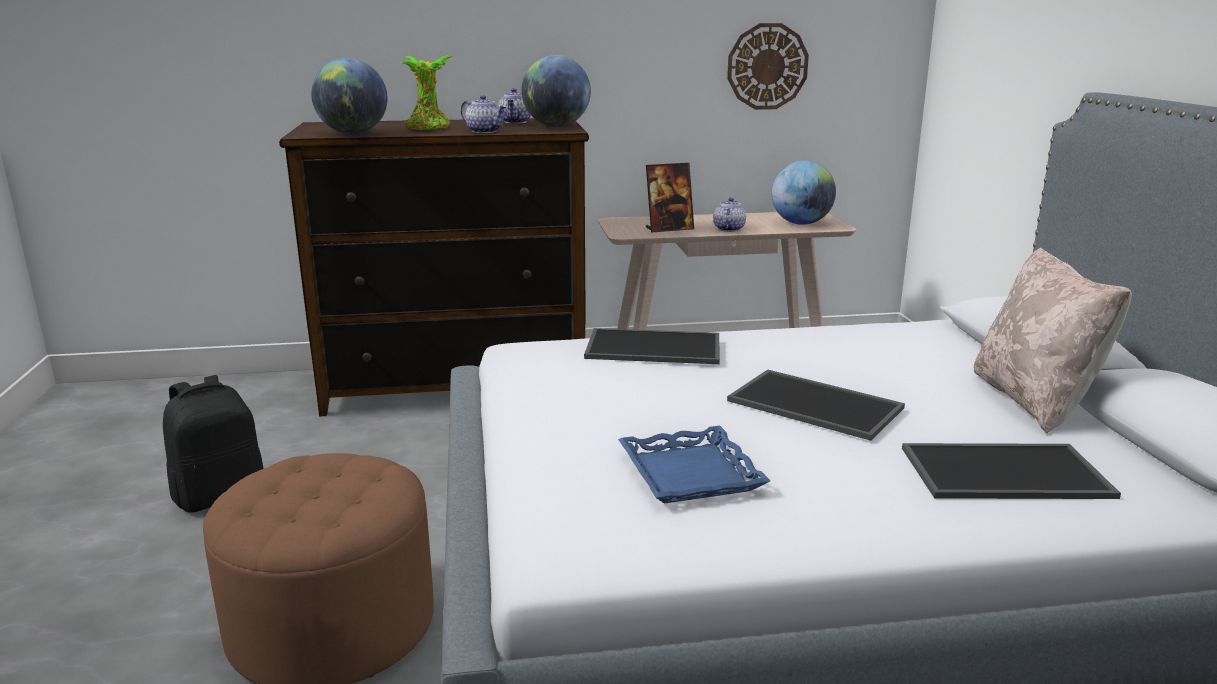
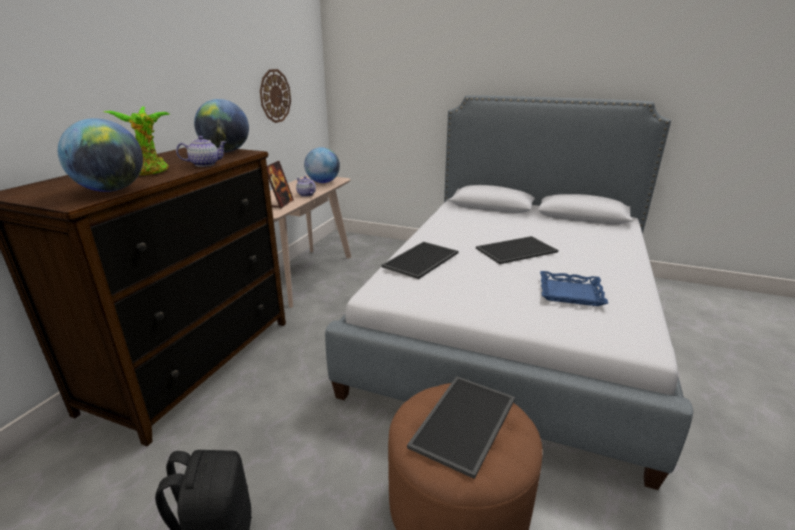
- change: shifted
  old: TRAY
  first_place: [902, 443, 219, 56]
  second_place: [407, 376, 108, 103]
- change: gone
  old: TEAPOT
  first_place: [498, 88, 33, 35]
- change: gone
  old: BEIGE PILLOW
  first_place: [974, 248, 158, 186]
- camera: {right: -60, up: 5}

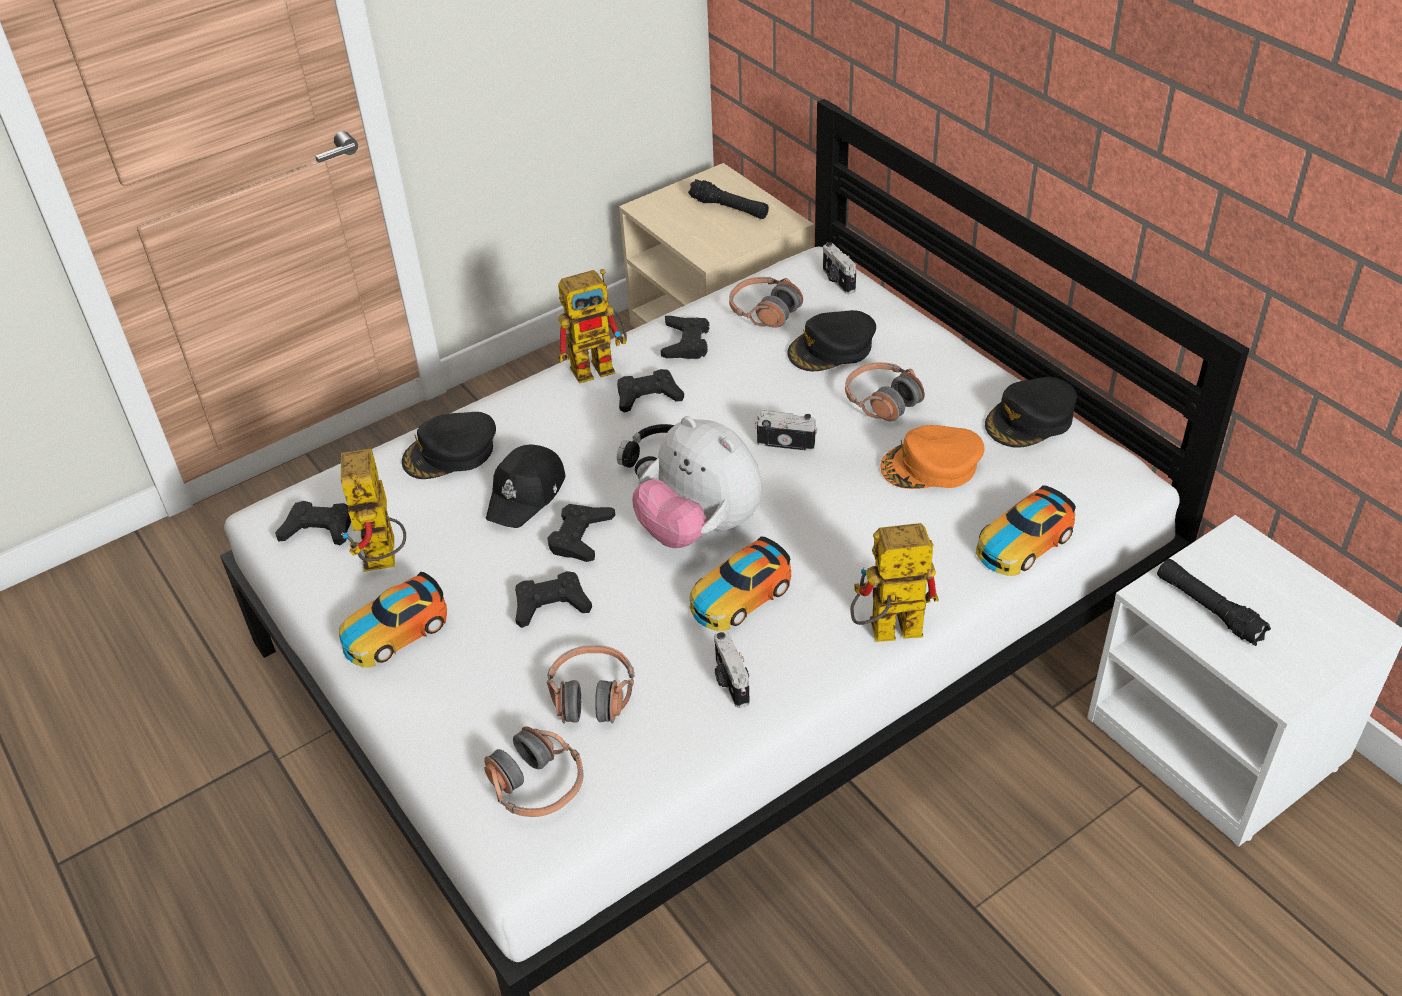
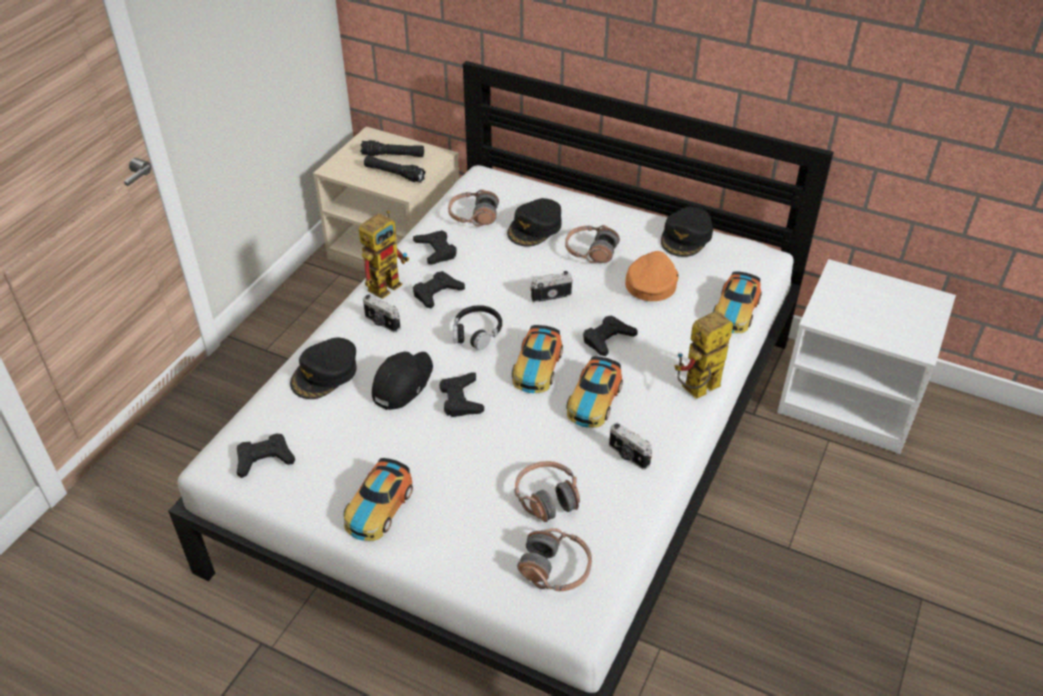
- change: shifted
  old: PHOTO CAMERA
  first_place: [823, 242, 33, 52]
  second_place: [363, 295, 38, 38]
- change: shifted
  old: BLACK FLASHLIGHT
  first_place: [1157, 559, 114, 87]
  second_place: [364, 156, 62, 27]
- change: rotated
  old: BLACK CAP
  first_place: [486, 445, 79, 83]
  second_place: [372, 352, 61, 58]
  degrees: -150
- change: swapped
  old: PLUSH TOY
  new: TOY CAR
  first_place: [632, 416, 130, 132]
  second_place: [512, 325, 51, 68]
- change: shifted
  old: BLACK GAME CONTROLLER
  first_place: [515, 571, 77, 57]
  second_place: [583, 315, 55, 41]
- change: rotated
  old: ORANGE CAP
  first_place: [880, 425, 105, 64]
  second_place: [625, 251, 54, 50]
  degrees: 150
- change: gone
  old: TOY ROBOT
  first_place: [341, 449, 65, 123]
- camera: {right: -30, up: 0}

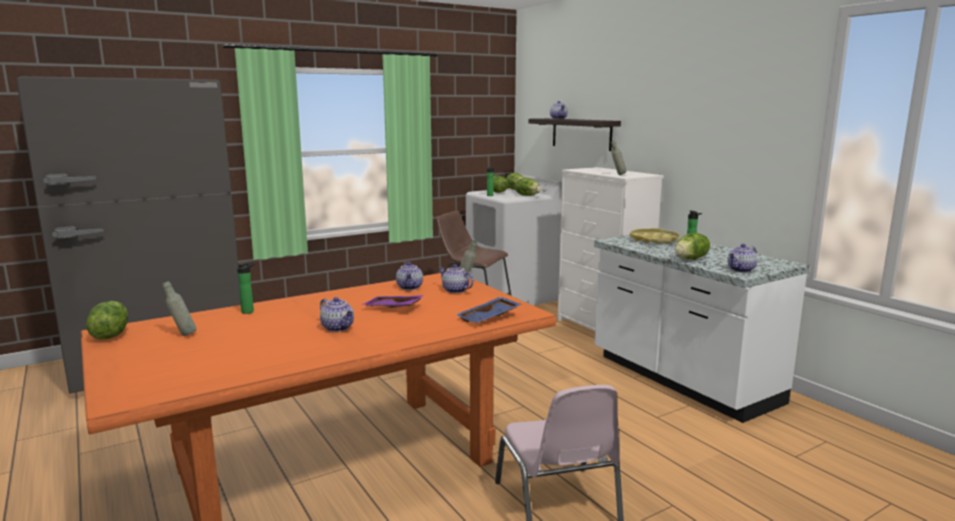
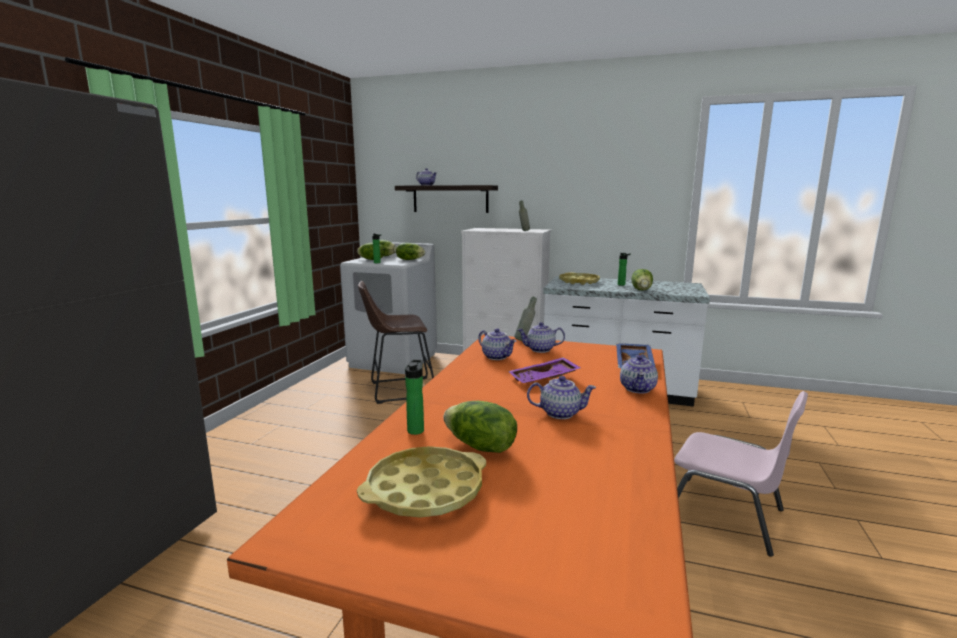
- change: swapped
  old: GREY BOTTLE
  new: YELLOW TRAY
  first_place: [162, 281, 34, 55]
  second_place: [357, 446, 129, 72]
- change: shifted
  old: LETTUCE
  first_place: [86, 301, 42, 38]
  second_place: [443, 401, 74, 52]
- change: shifted
  old: TEAPOT
  first_place: [727, 244, 30, 28]
  second_place: [620, 355, 38, 38]
- camera: {right: -40, up: 0}

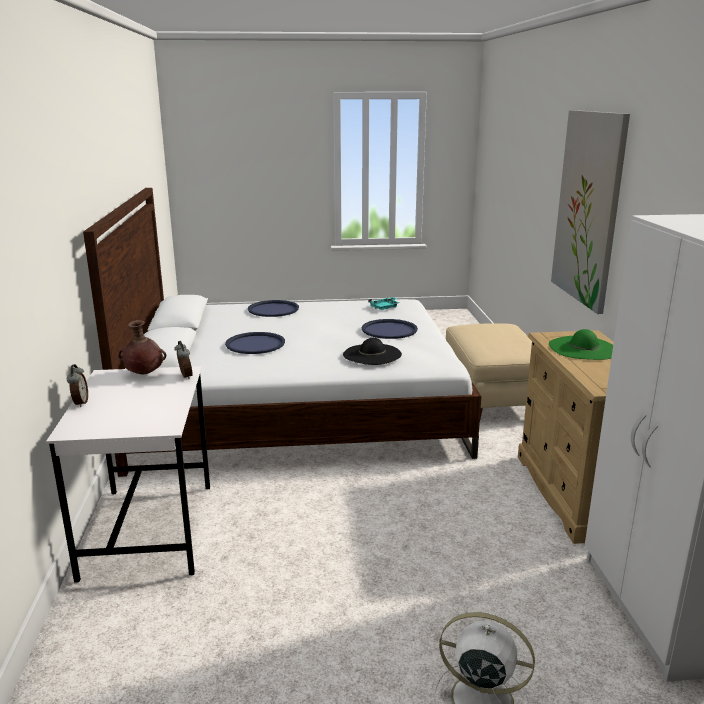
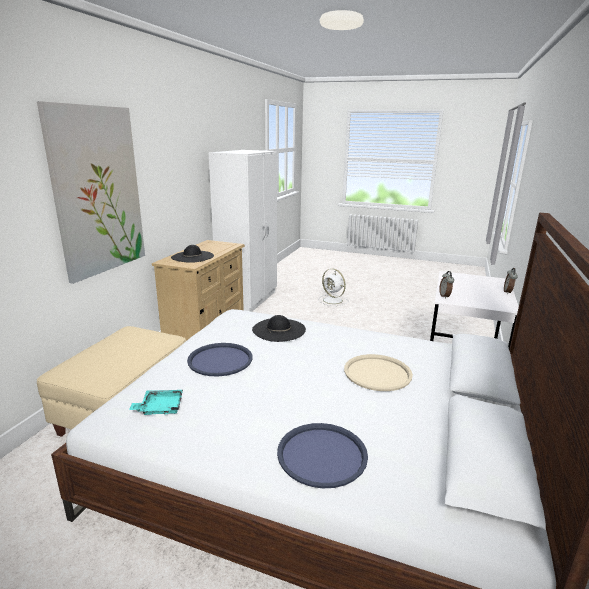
- change: repainted
  old: GREEN HAT
  new: BLACK HAT
  first_place: [549, 329, 64, 31]
  second_place: [171, 245, 43, 18]
- change: repainted
  old: BLUE TRAY
  new: BEIGE TRAY
  first_place: [225, 332, 60, 22]
  second_place: [344, 354, 69, 37]
- change: gone
  old: BROWN VASE
  first_place: [119, 320, 47, 54]
- camera: {right: -155, up: 0}

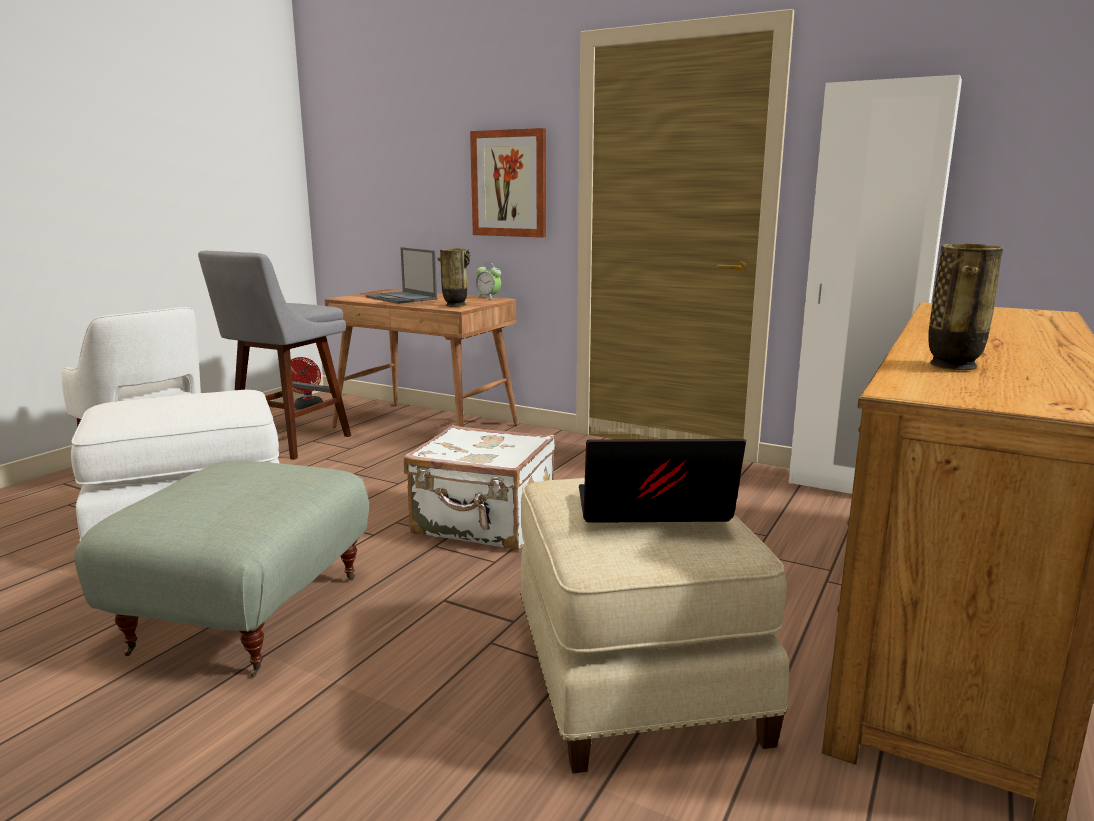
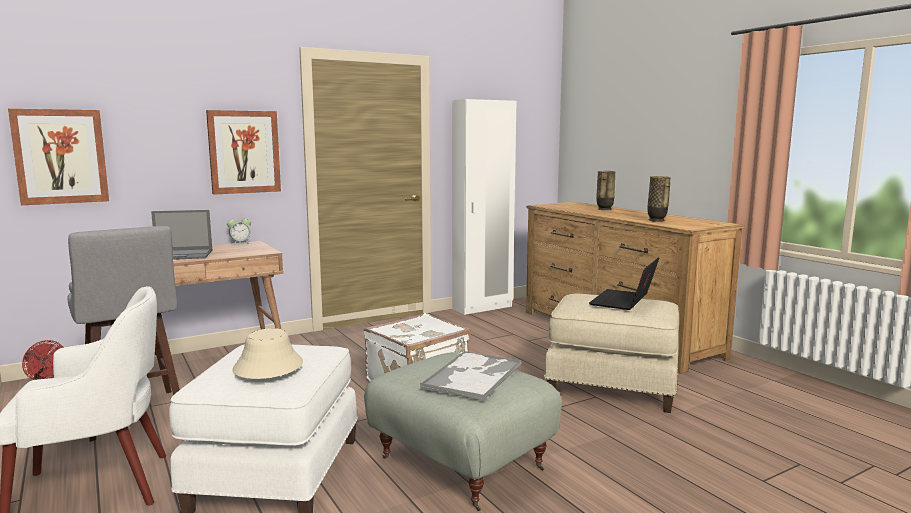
- change: new
  new: PICTURE
  second_place: [8, 109, 101, 96]
- change: new
  new: BEIGE HAT
  second_place: [233, 328, 70, 51]
- change: new
  new: TRAY
  second_place: [420, 351, 101, 50]
- change: shifted
  old: VASE
  first_place: [438, 248, 32, 59]
  second_place: [596, 171, 19, 39]
- camera: {right: -60, up: -5}

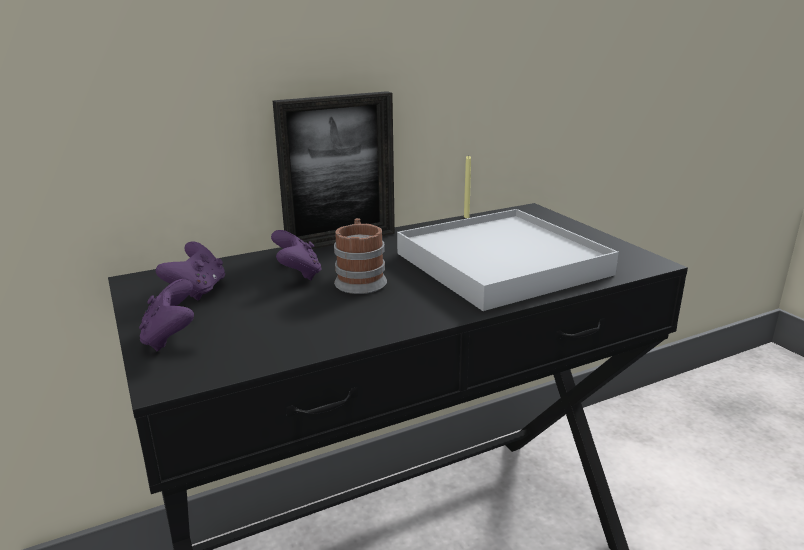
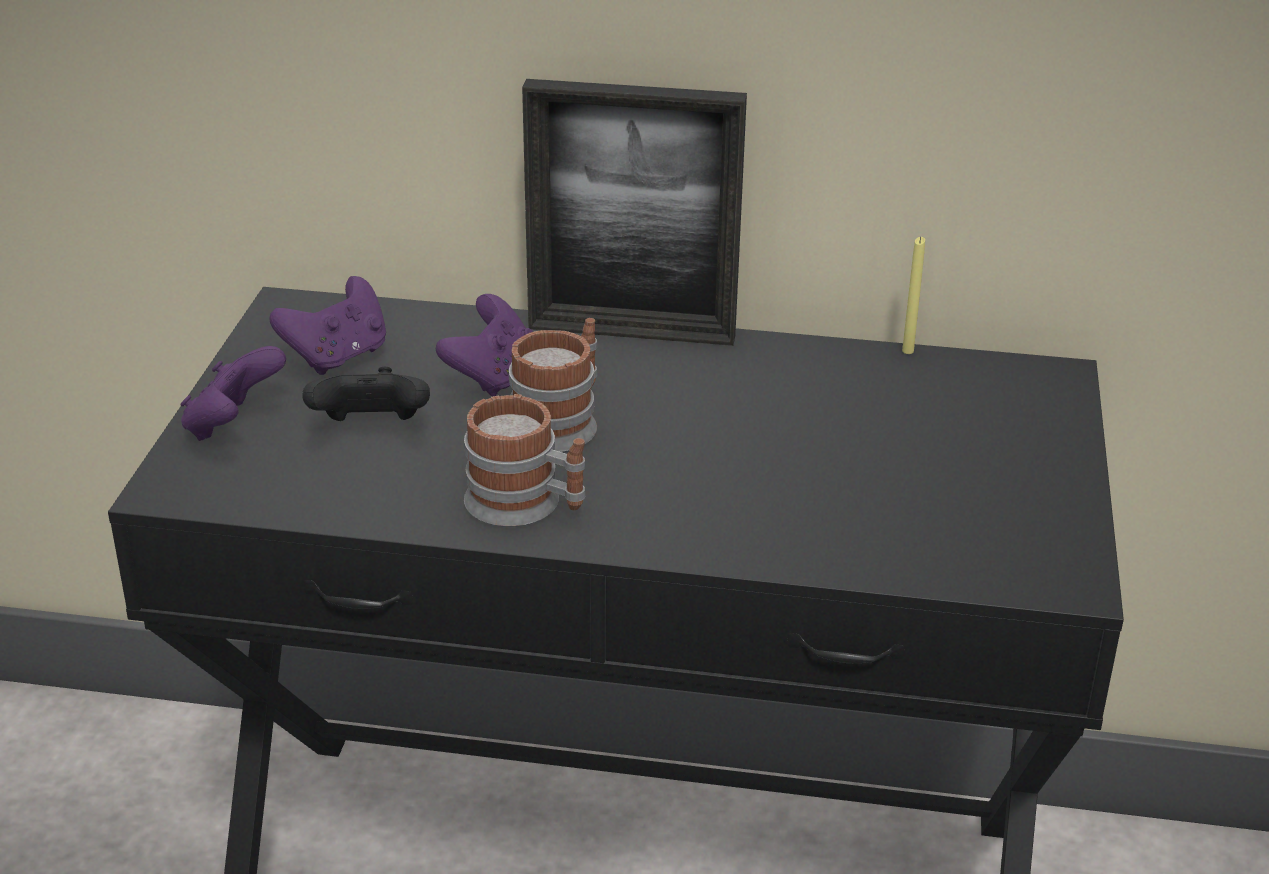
- change: new
  new: BLACK GAME CONTROLLER
  second_place: [303, 367, 127, 54]
- change: new
  new: MUG
  second_place: [464, 394, 121, 133]
- change: gone
  old: WHITE TRAY
  first_place: [397, 209, 222, 102]
- camera: {right: 35, up: 10}

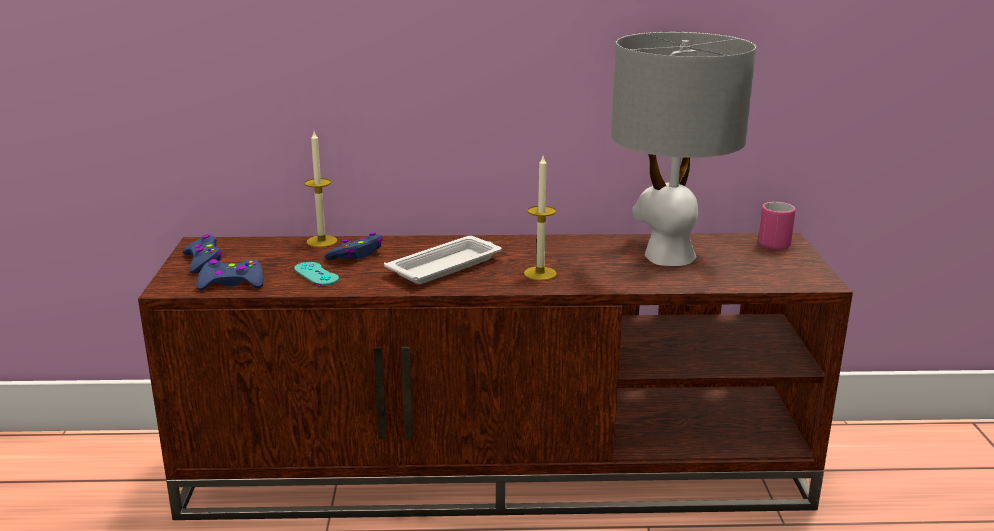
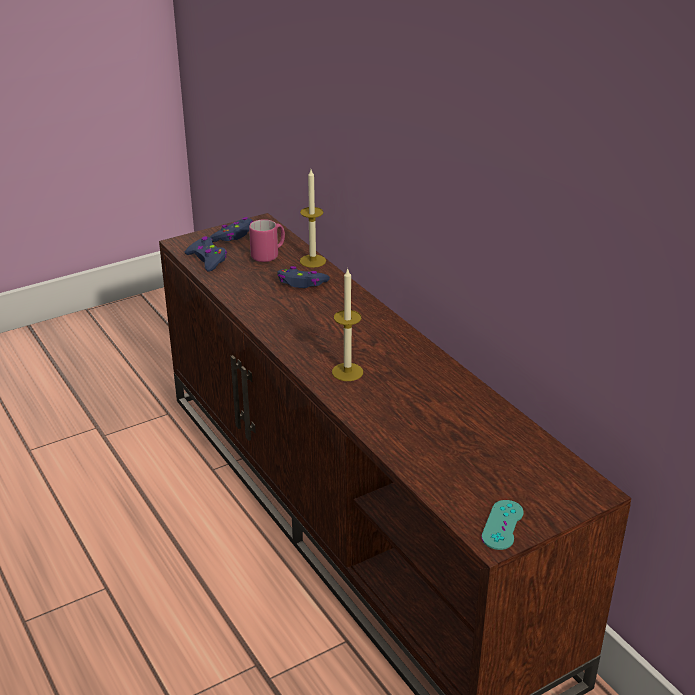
- change: shifted
  old: PINK MUG
  first_place: [758, 202, 38, 48]
  second_place: [249, 219, 36, 43]
- change: shifted
  old: TURQUOISE GAME CONTROLLER
  first_place: [294, 262, 45, 24]
  second_place: [481, 500, 43, 50]
- change: gone
  old: WHITE TRAY
  first_place: [384, 236, 118, 48]
- change: gone
  old: GREY TABLE LAMP
  first_place: [611, 32, 145, 234]
- camera: {right: 60, up: 10}

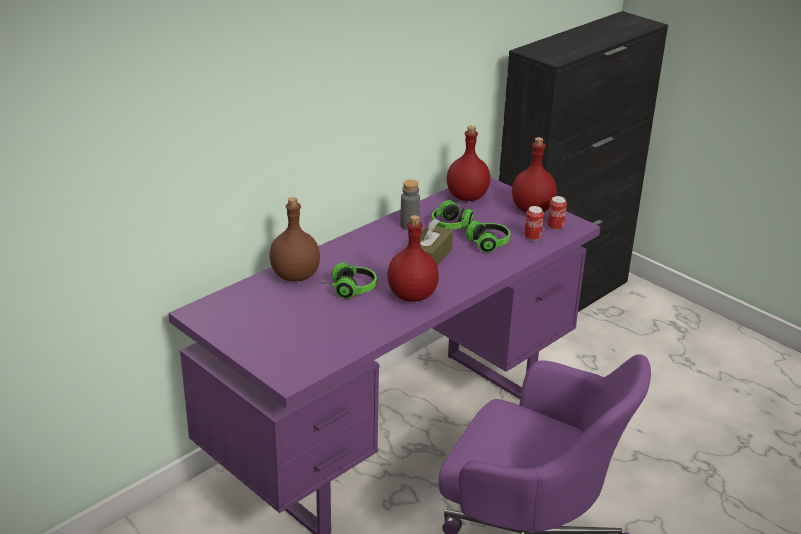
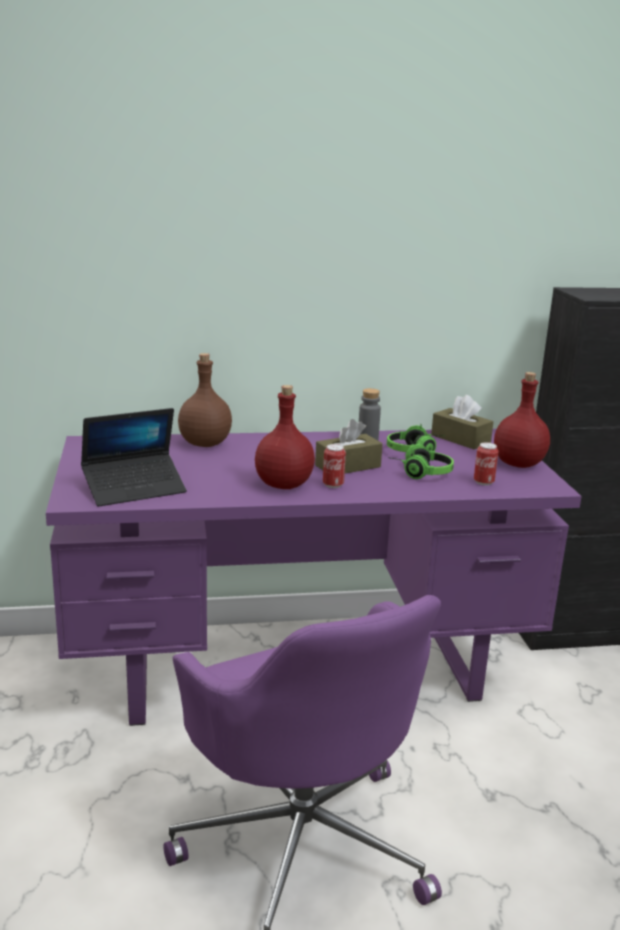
- change: new
  new: LAPTOP
  second_place: [81, 408, 106, 98]
- change: shifted
  old: CAN
  first_place: [547, 196, 20, 34]
  second_place: [323, 444, 23, 44]
- change: swapped
  old: RED BOTTLE
  new: BROWN TISSUE BOX
  first_place: [447, 126, 43, 75]
  second_place: [431, 395, 62, 54]
- change: gone
  old: HEADPHONES
  first_place: [318, 263, 59, 36]
- camera: {right: 35, up: -10}

